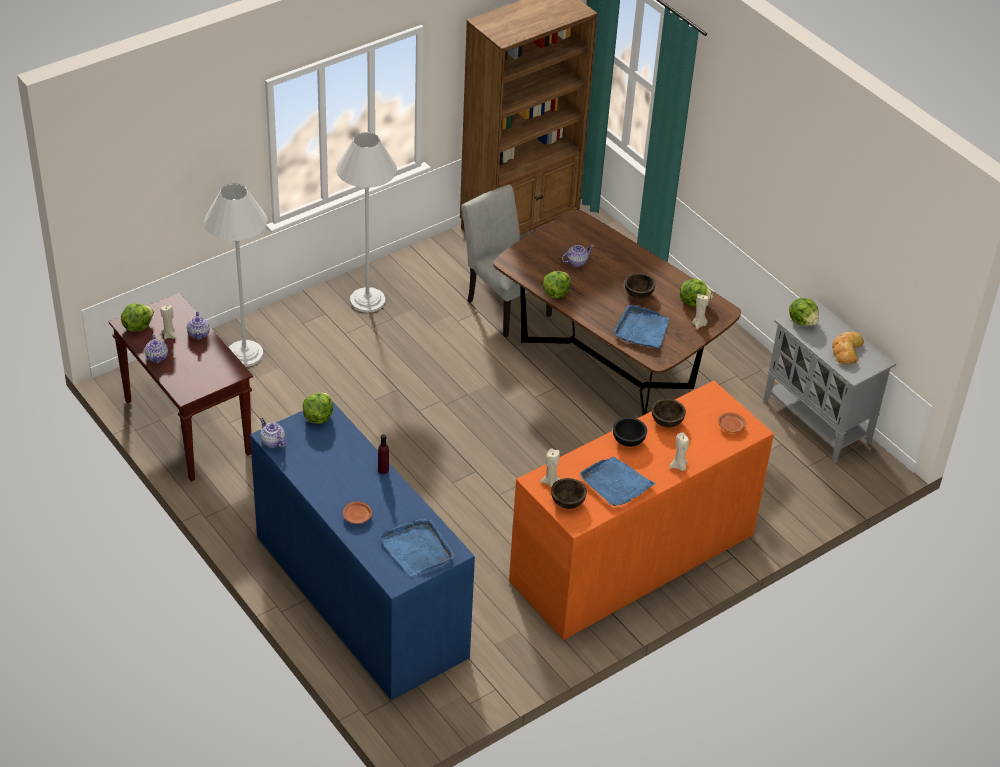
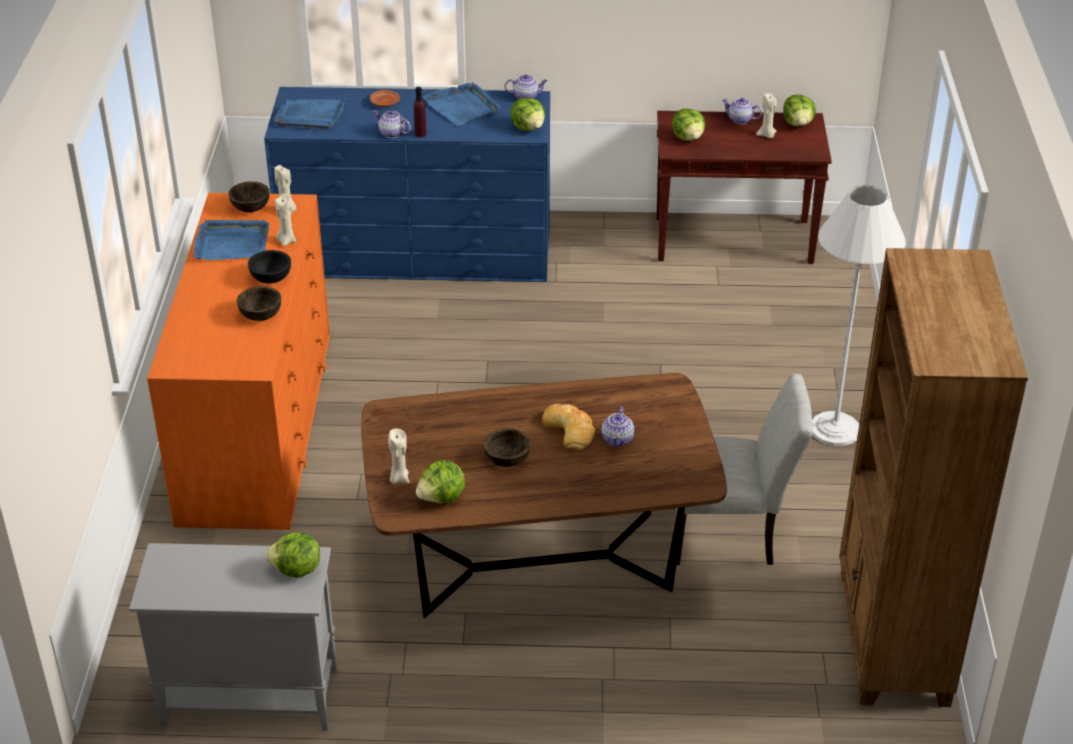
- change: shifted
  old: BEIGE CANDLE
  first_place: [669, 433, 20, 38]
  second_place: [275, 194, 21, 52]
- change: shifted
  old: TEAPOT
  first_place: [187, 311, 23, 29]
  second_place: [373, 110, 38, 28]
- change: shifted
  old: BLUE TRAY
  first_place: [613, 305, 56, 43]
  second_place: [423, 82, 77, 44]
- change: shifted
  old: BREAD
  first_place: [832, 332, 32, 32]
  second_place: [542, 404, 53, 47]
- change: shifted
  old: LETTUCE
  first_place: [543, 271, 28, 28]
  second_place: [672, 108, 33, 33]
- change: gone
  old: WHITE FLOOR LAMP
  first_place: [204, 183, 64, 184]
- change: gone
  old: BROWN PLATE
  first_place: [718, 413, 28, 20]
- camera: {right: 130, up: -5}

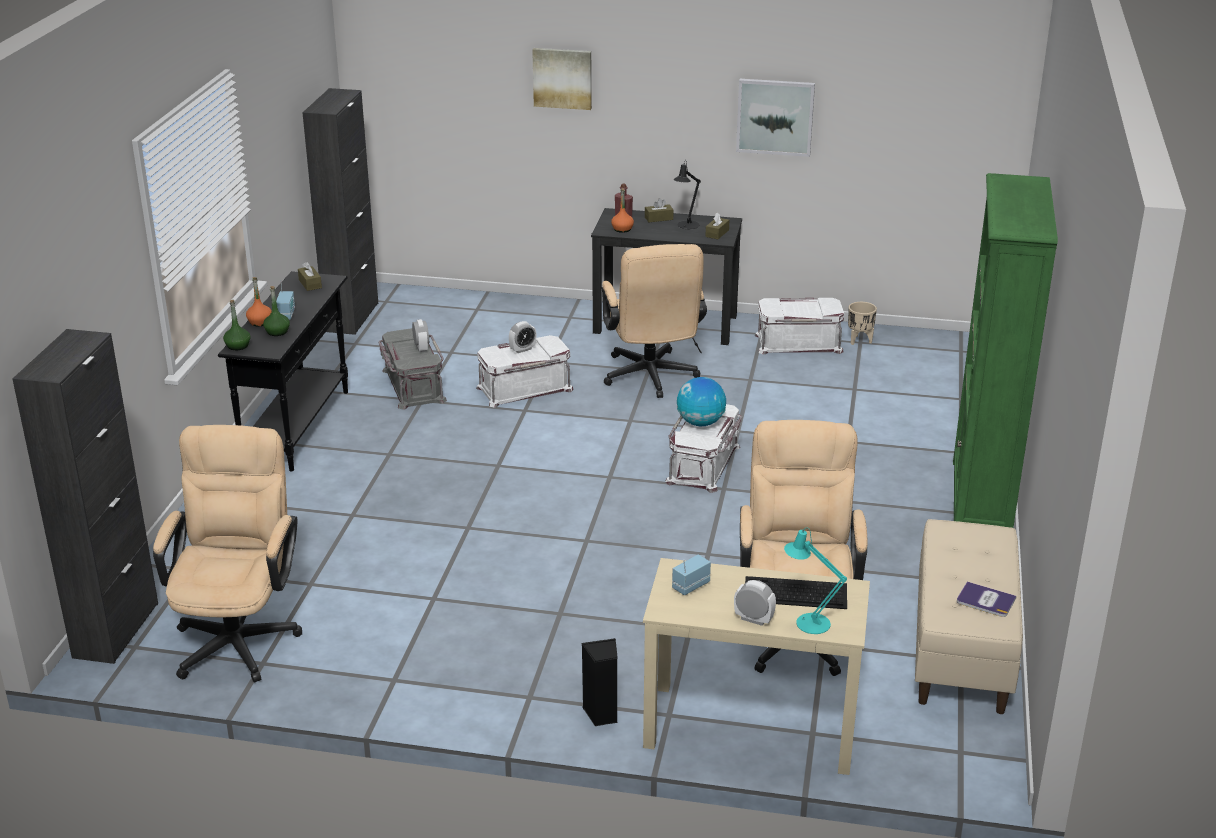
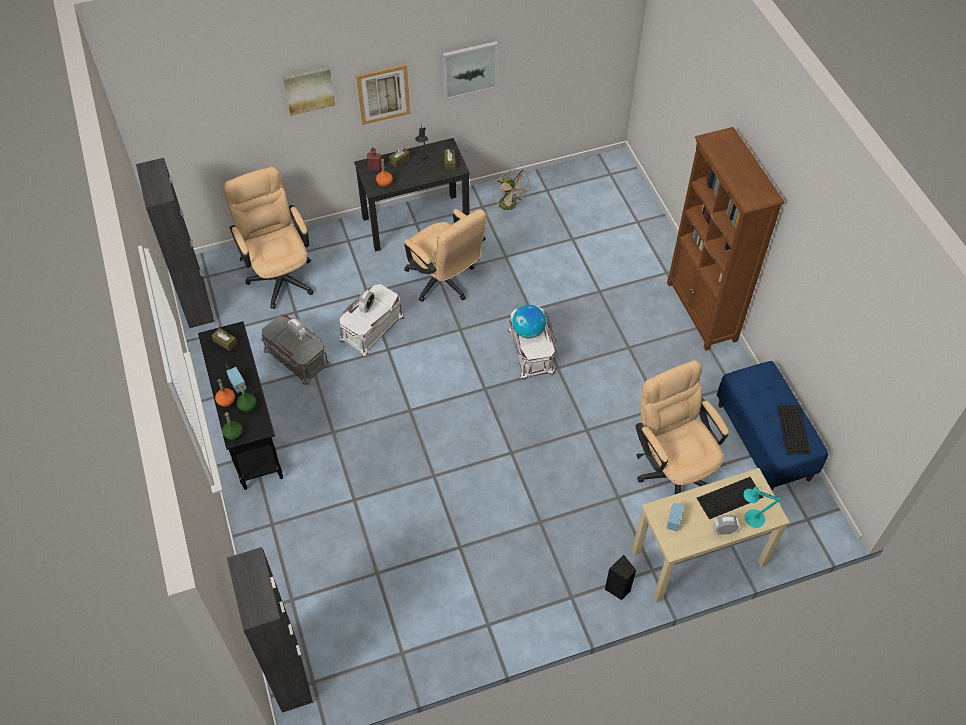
- change: shifted
  old: BEIGE OFFICE CHAIR
  first_place: [153, 425, 149, 258]
  second_place: [224, 166, 90, 143]
- change: new
  new: PICTURE
  second_place: [356, 64, 54, 61]
- change: swapped
  old: WHITE STORAGE BOX
  new: BEIGE FAN
  first_place: [755, 298, 89, 57]
  second_place: [493, 169, 39, 45]
- change: repainted
  old: GREEN BOOKCASE
  new: BROWN BOOKCASE
  first_place: [953, 173, 105, 355]
  second_place: [667, 127, 117, 224]
- change: repainted
  old: BEIGE BENCH
  new: BLUE BENCH
  first_place: [915, 519, 108, 195]
  second_place: [717, 361, 111, 130]
- change: swapped
  old: BOOK
  new: KEYBOARD
  first_place: [957, 582, 59, 35]
  second_place: [777, 405, 34, 49]
- change: gone
  old: BEIGE PLANTER
  first_place: [848, 302, 29, 43]
- camera: {right: -30, up: 25}

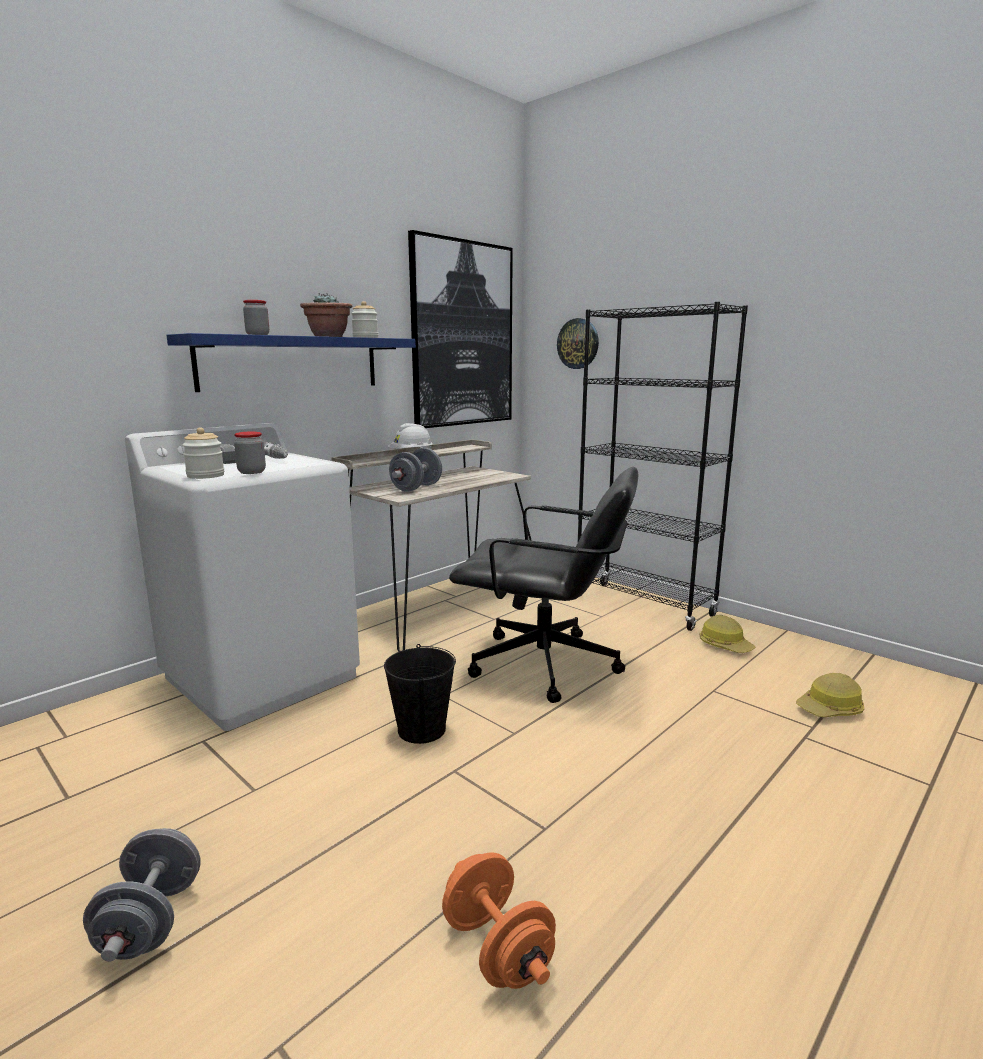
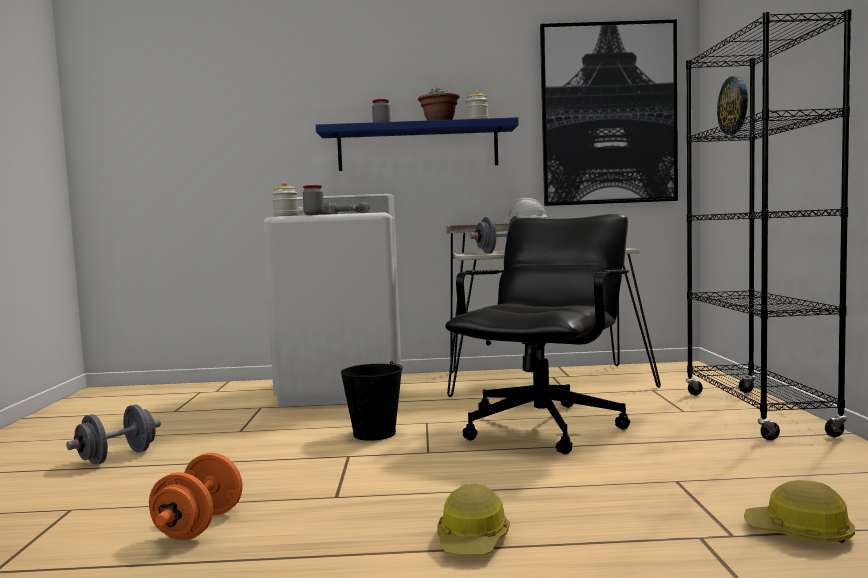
- change: shifted
  old: HARD HAT
  first_place: [700, 615, 56, 38]
  second_place: [437, 483, 73, 72]
- change: rotated
  old: BLACK OFFICE CHAIR
  first_place: [449, 467, 189, 236]
  second_place: [445, 214, 185, 240]
  degrees: -120
- camera: {right: 45, up: -10}

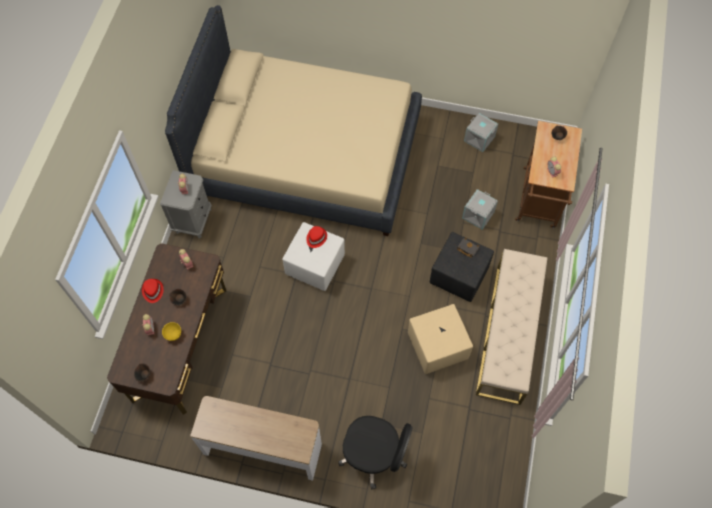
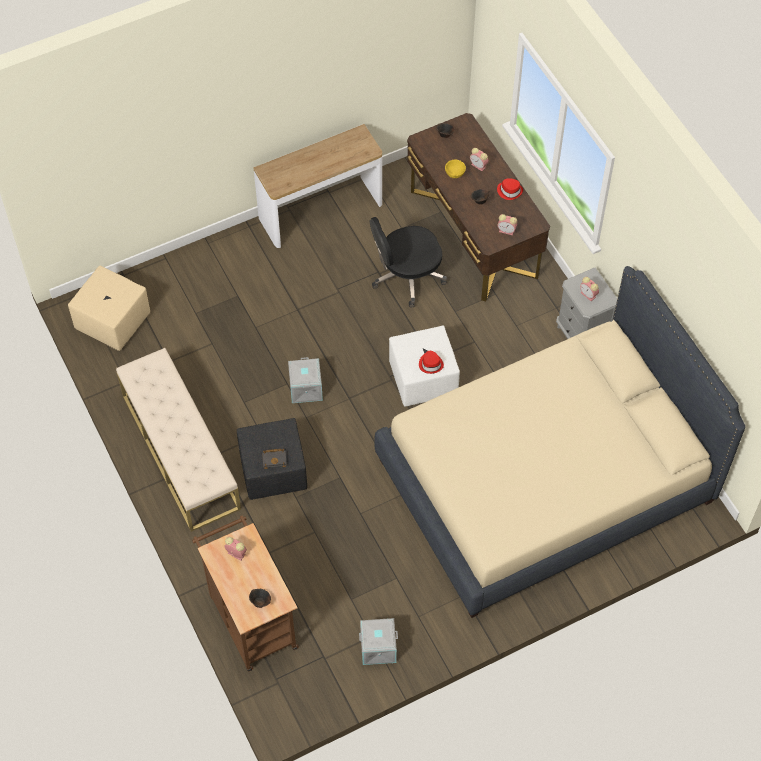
- change: shifted
  old: BEIGE OTTOMAN
  first_place: [408, 304, 65, 70]
  second_place: [68, 266, 82, 85]
- change: shifted
  old: GREY STORAGE BOX
  first_place: [462, 189, 36, 41]
  second_place: [288, 357, 35, 46]
- change: shifted
  old: BLACK OFFICE CHAIR
  first_place: [338, 416, 75, 73]
  second_place: [370, 217, 77, 91]
- camera: {right: 140, up: -5}

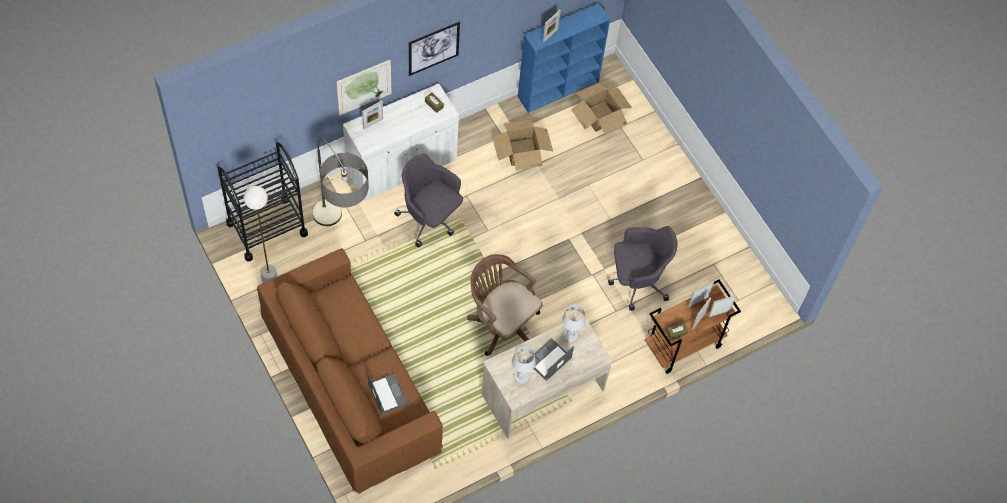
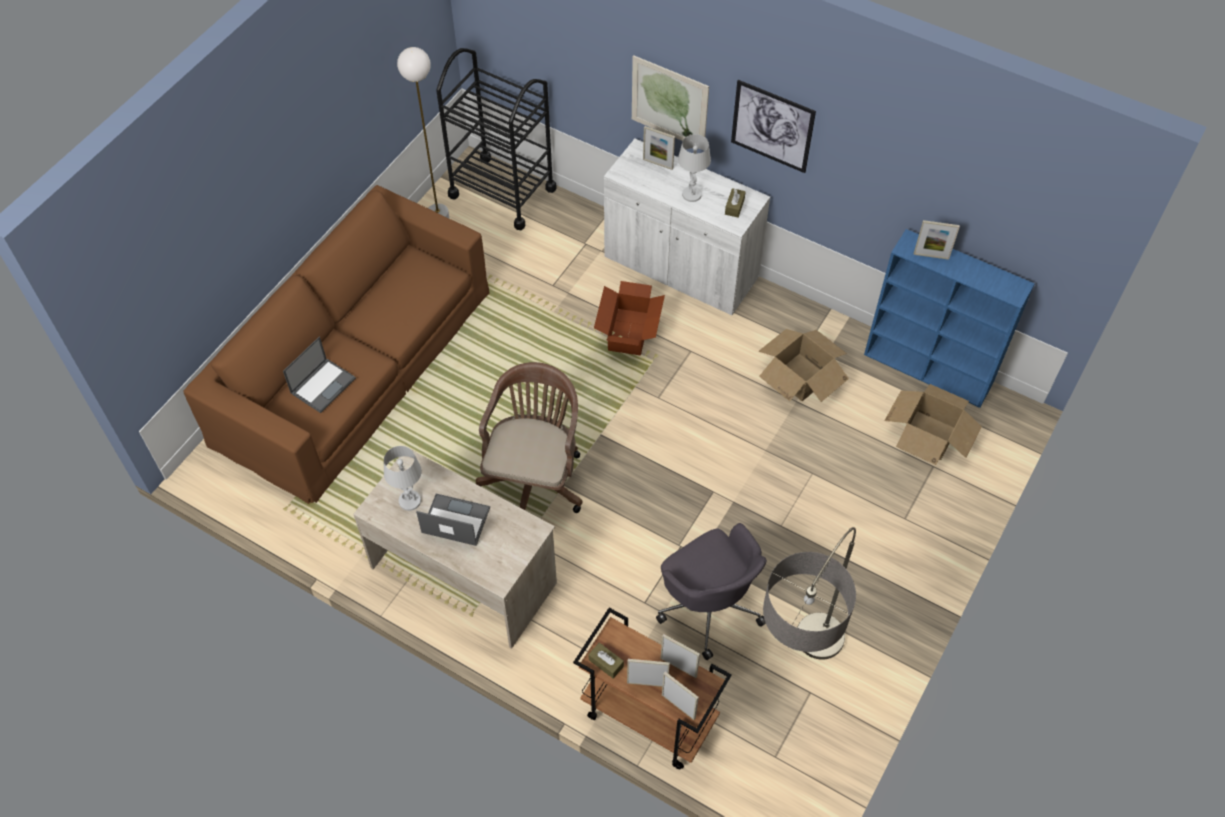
- change: swapped
  old: GREY OFFICE CHAIR
  new: CARDBOARD BOX
  first_place: [394, 154, 69, 94]
  second_place: [594, 281, 71, 75]
- change: shifted
  old: WHITE TABLE LAMP
  first_place: [562, 304, 24, 38]
  second_place: [678, 134, 33, 68]
- change: shifted
  old: FLOOR LAMP
  first_place: [312, 139, 57, 87]
  second_place: [763, 527, 93, 133]
- camera: {right: 65, up: -5}

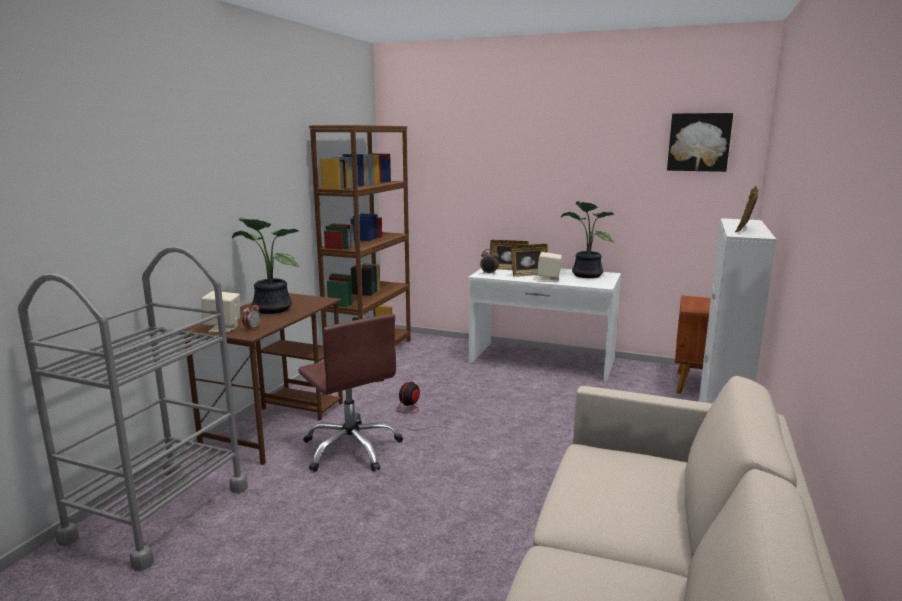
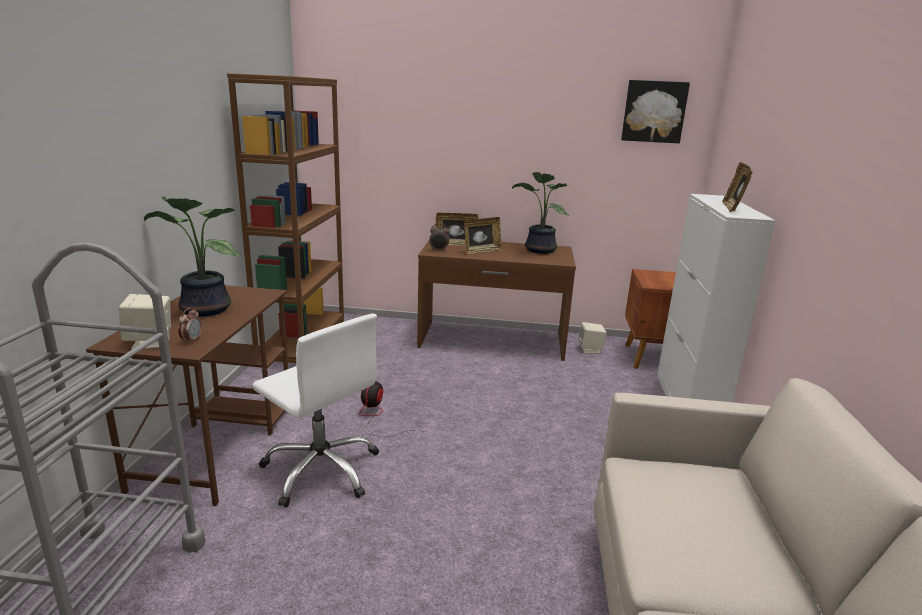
- change: repainted
  old: BROWN OFFICE CHAIR
  new: WHITE OFFICE CHAIR
  first_place: [298, 314, 105, 158]
  second_place: [252, 314, 127, 194]
- change: repainted
  old: WHITE DESK
  new: BROWN DESK
  first_place: [468, 268, 153, 115]
  second_place: [417, 241, 159, 120]
- change: shifted
  old: BEIGE SPEAKER
  first_place: [537, 252, 25, 30]
  second_place: [578, 322, 29, 32]
- camera: {right: -15, up: 5}

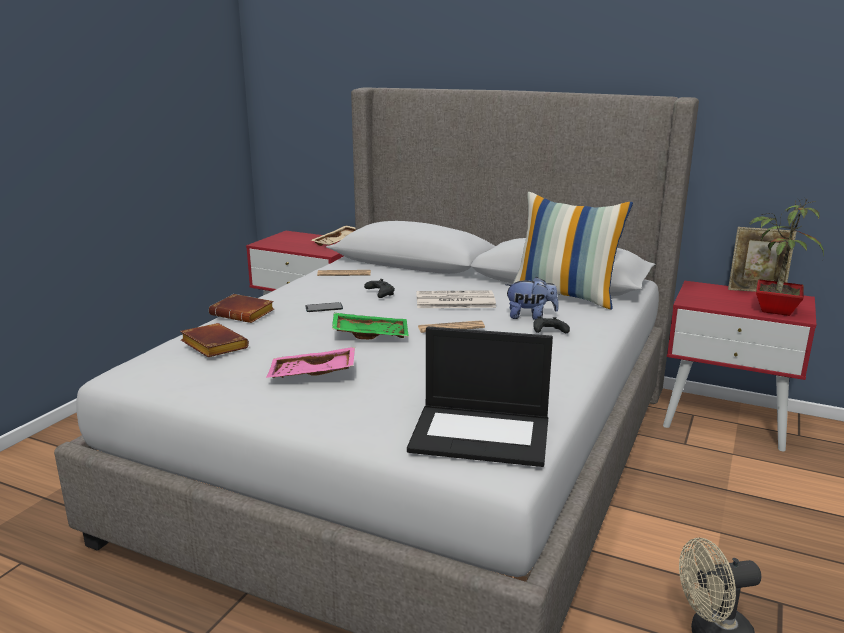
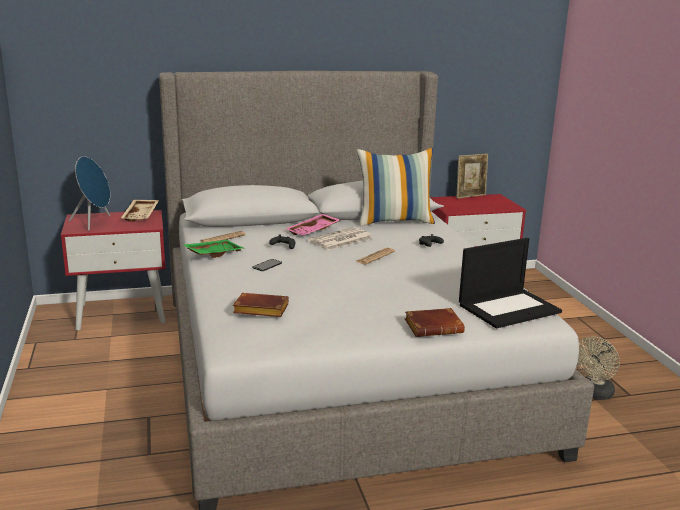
- change: new
  new: BLUE SPEAKER
  second_place: [69, 156, 41, 75]
- change: shifted
  old: GREEN TRAY
  first_place: [332, 313, 77, 26]
  second_place: [183, 240, 62, 18]
- change: shifted
  old: PINK TRAY
  first_place: [266, 347, 89, 31]
  second_place: [286, 214, 54, 22]
- change: shifted
  old: BROWN BOOK
  first_place: [209, 294, 65, 29]
  second_place: [405, 308, 60, 29]
- change: gone
  old: PLUSH TOY
  first_place: [505, 277, 54, 43]
- change: gone
  old: POTTED PLANT
  first_place: [749, 198, 75, 118]
- camera: {right: -40, up: 0}

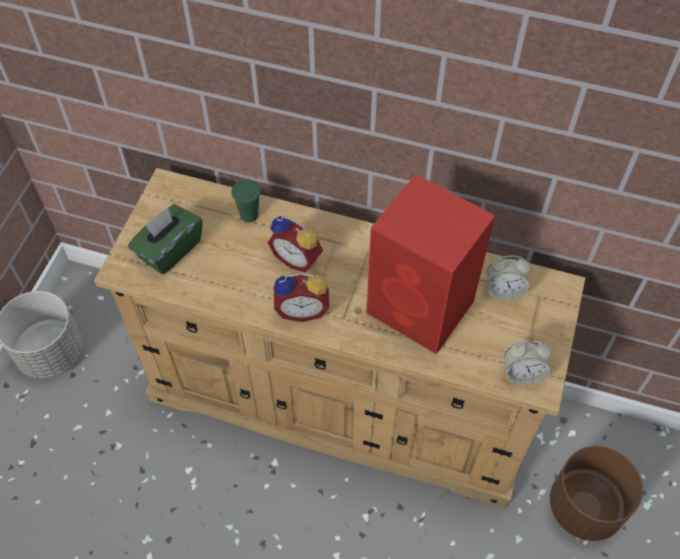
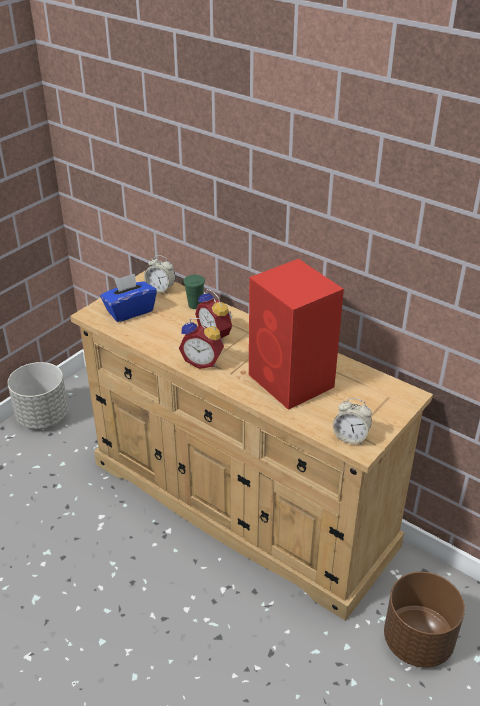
- change: repainted
  old: GREEN TISSUE BOX
  new: BLUE TISSUE BOX
  first_place: [128, 204, 75, 70]
  second_place: [100, 274, 57, 48]
- change: shifted
  old: ALARM CLOCK
  first_place: [487, 256, 44, 45]
  second_place: [144, 255, 31, 39]
- camera: {right: 20, up: -20}

